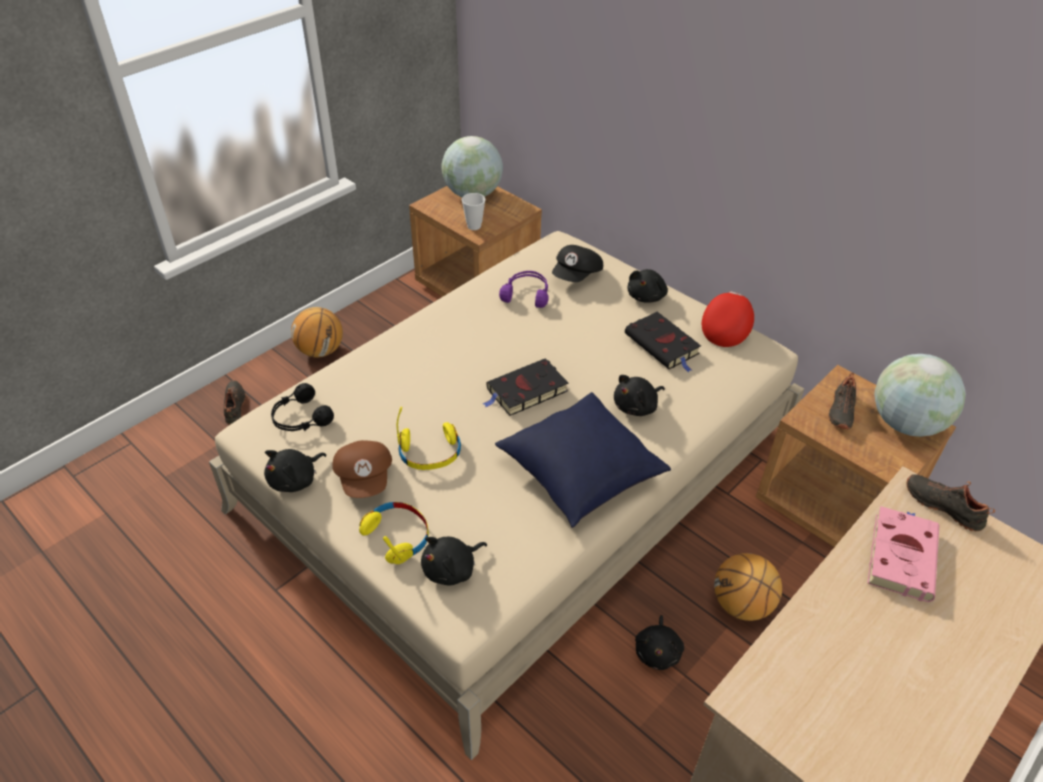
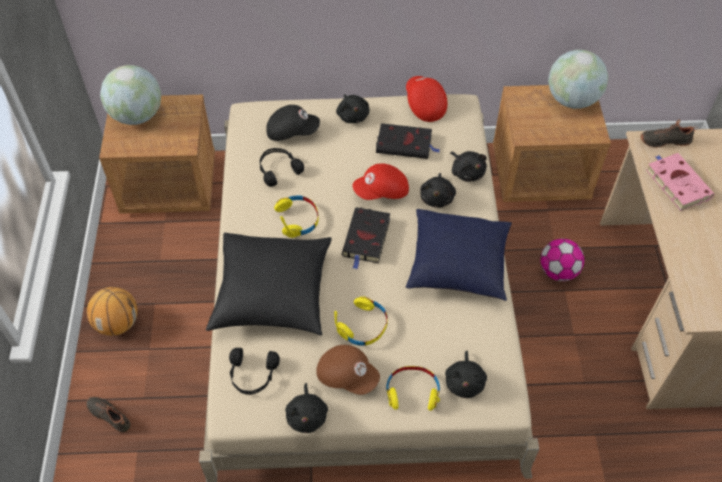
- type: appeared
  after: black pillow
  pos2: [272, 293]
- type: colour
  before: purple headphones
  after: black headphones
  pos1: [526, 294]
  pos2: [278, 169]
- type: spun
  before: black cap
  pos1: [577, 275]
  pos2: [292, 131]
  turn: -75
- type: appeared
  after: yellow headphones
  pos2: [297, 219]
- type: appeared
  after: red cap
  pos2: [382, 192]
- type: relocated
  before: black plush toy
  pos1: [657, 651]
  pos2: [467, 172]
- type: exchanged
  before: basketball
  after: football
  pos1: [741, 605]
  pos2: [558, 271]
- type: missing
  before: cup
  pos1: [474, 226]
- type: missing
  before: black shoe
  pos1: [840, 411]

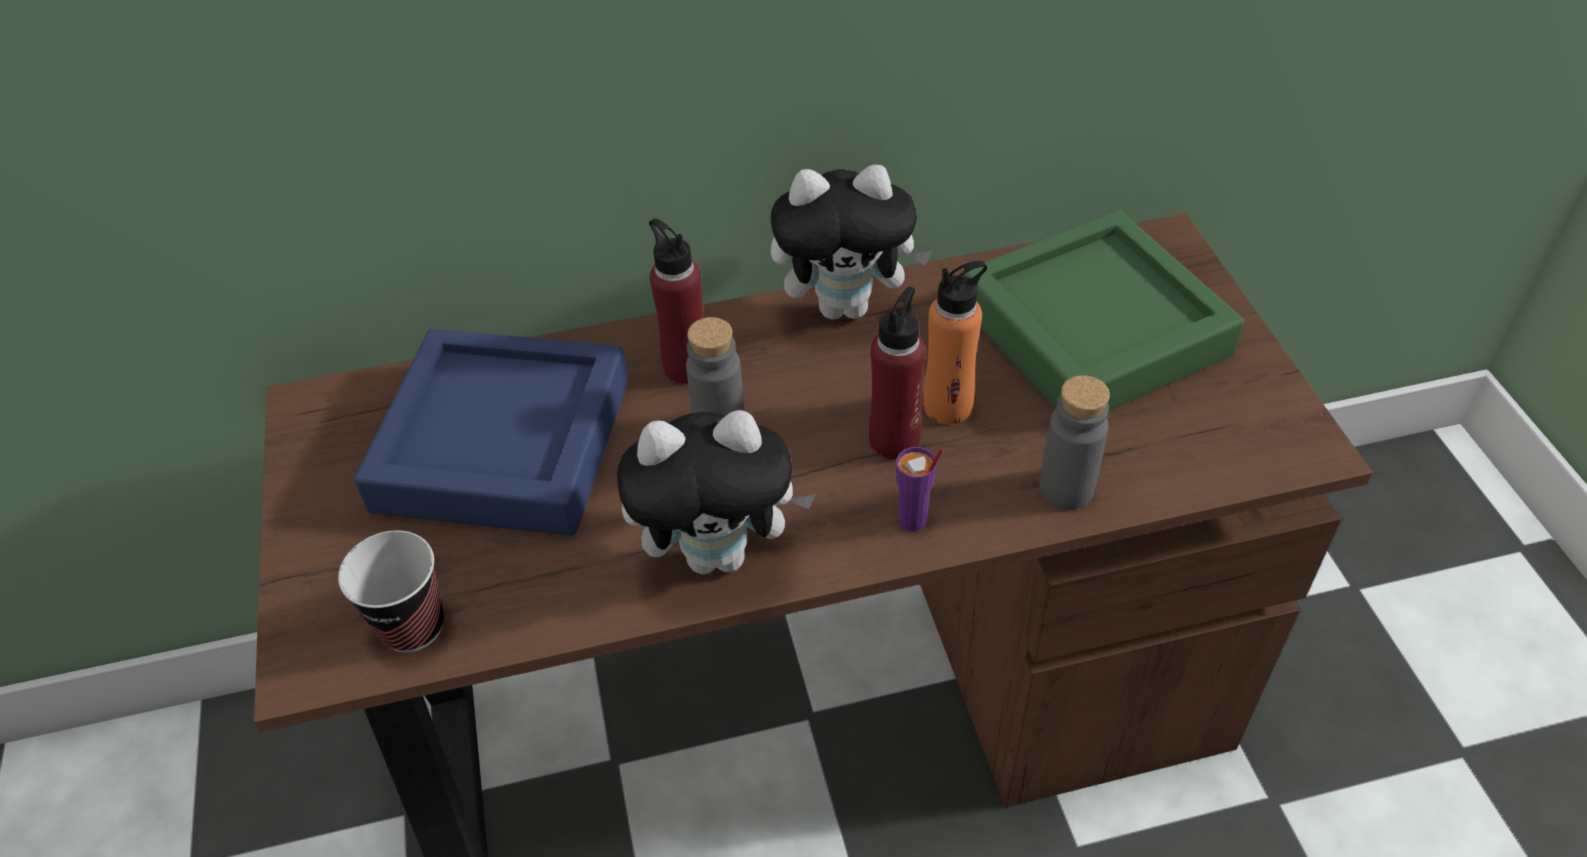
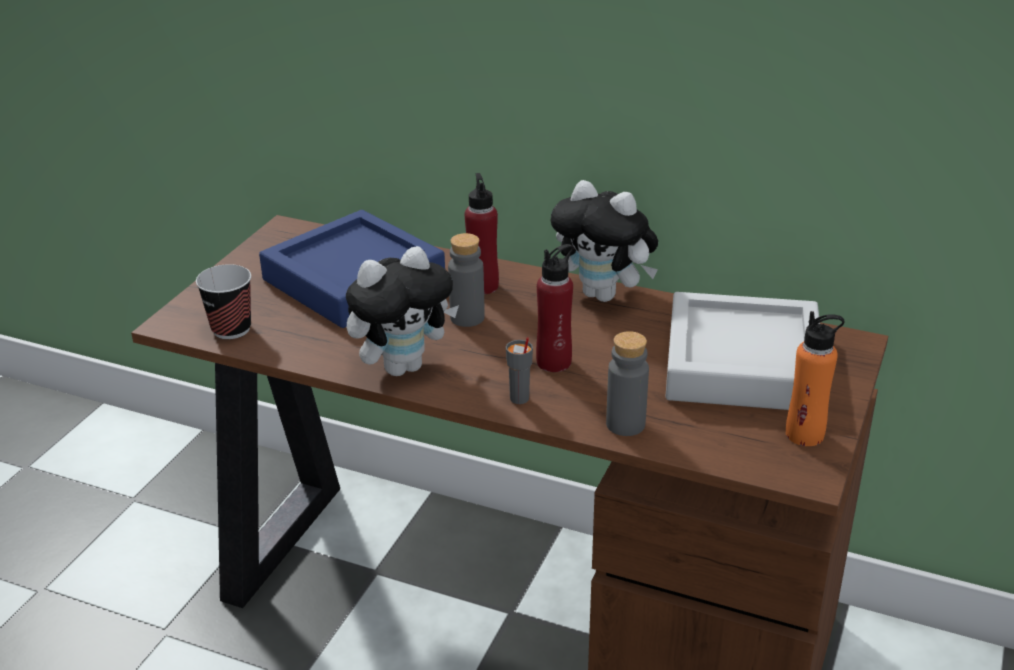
- type: spun
  before: plush toy
  pos1: [720, 553]
  pos2: [403, 366]
  turn: -60
- type: colour
  before: purple cup
  after: grey cup
  pos1: [913, 521]
  pos2: [519, 399]
- type: colour
  before: green tray
  after: grey tray
  pos1: [1093, 330]
  pos2: [742, 364]
- type: relocated
  before: orange bottle
  pos1: [948, 406]
  pos2: [805, 434]

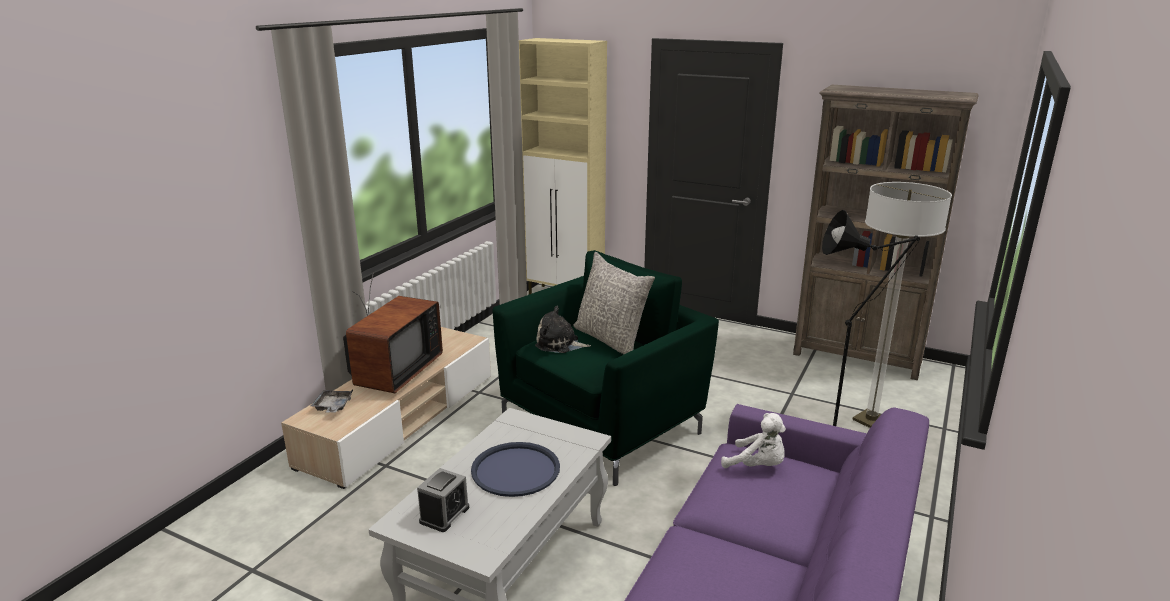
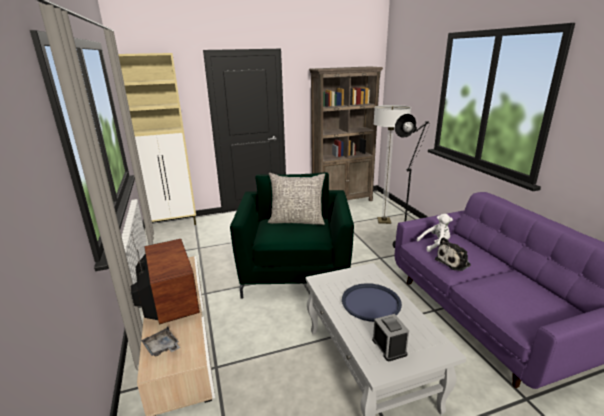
- type: relocated
  before: plush toy
  pos1: [559, 344]
  pos2: [454, 262]

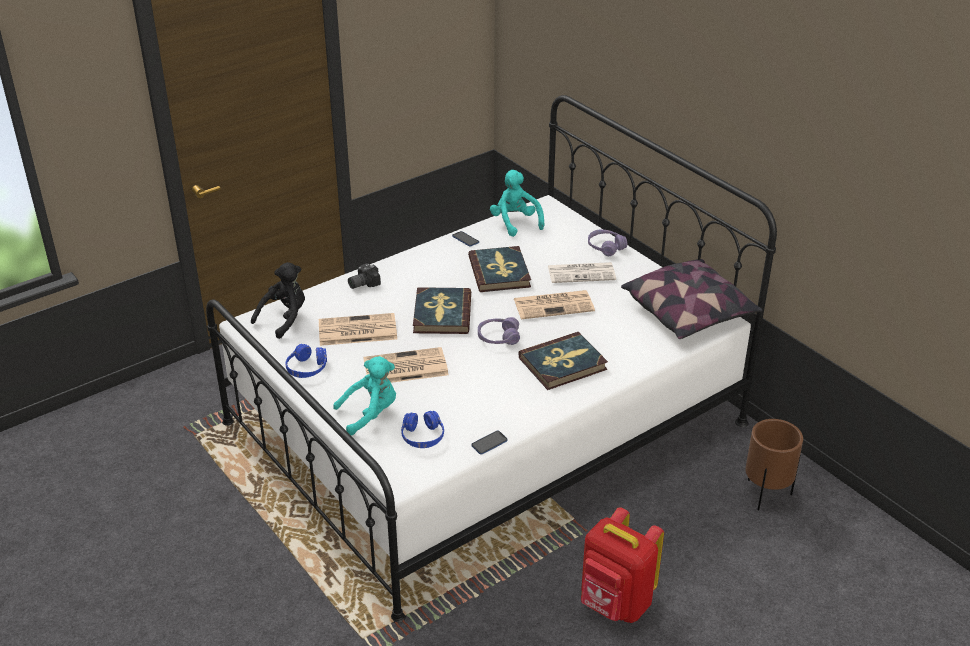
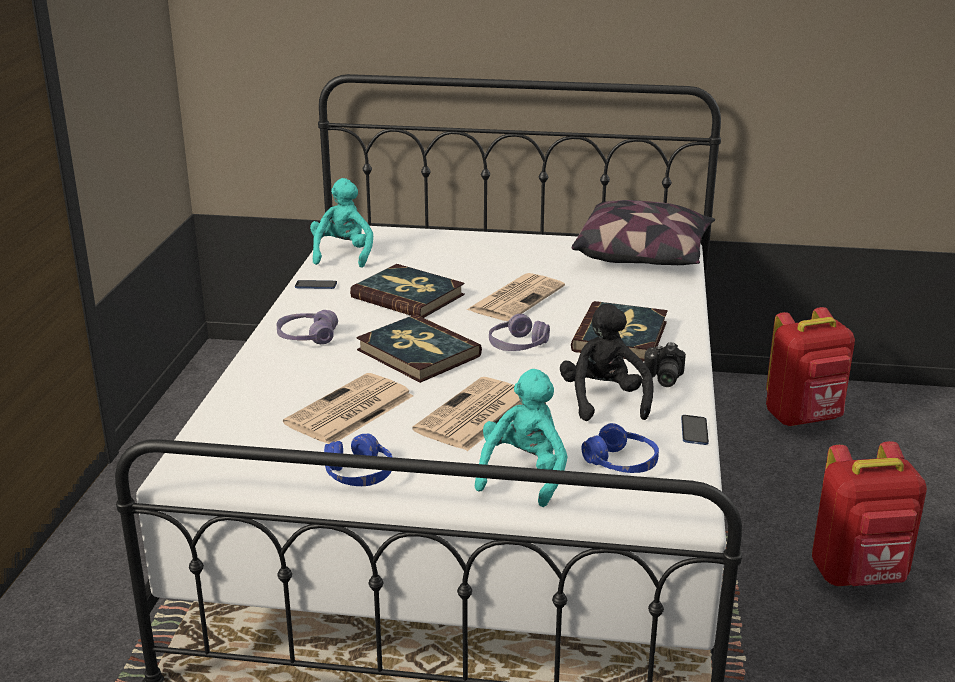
- type: relocated
  before: purple headphones
  pos1: [605, 247]
  pos2: [307, 337]
- type: spun
  before: turquoise plush toy
  pos1: [515, 222]
  pos2: [343, 254]
  turn: 75
- type: relocated
  before: black plush toy
  pos1: [284, 319]
  pos2: [604, 400]
- type: relocated
  before: photo camera
  pos1: [362, 283]
  pos2: [662, 378]
- type: exchanged
  before: brown planter
  after: red backpack
  pos1: [766, 495]
  pos2: [804, 418]
- type: missing
  before: newspaper
  pos1: [582, 273]

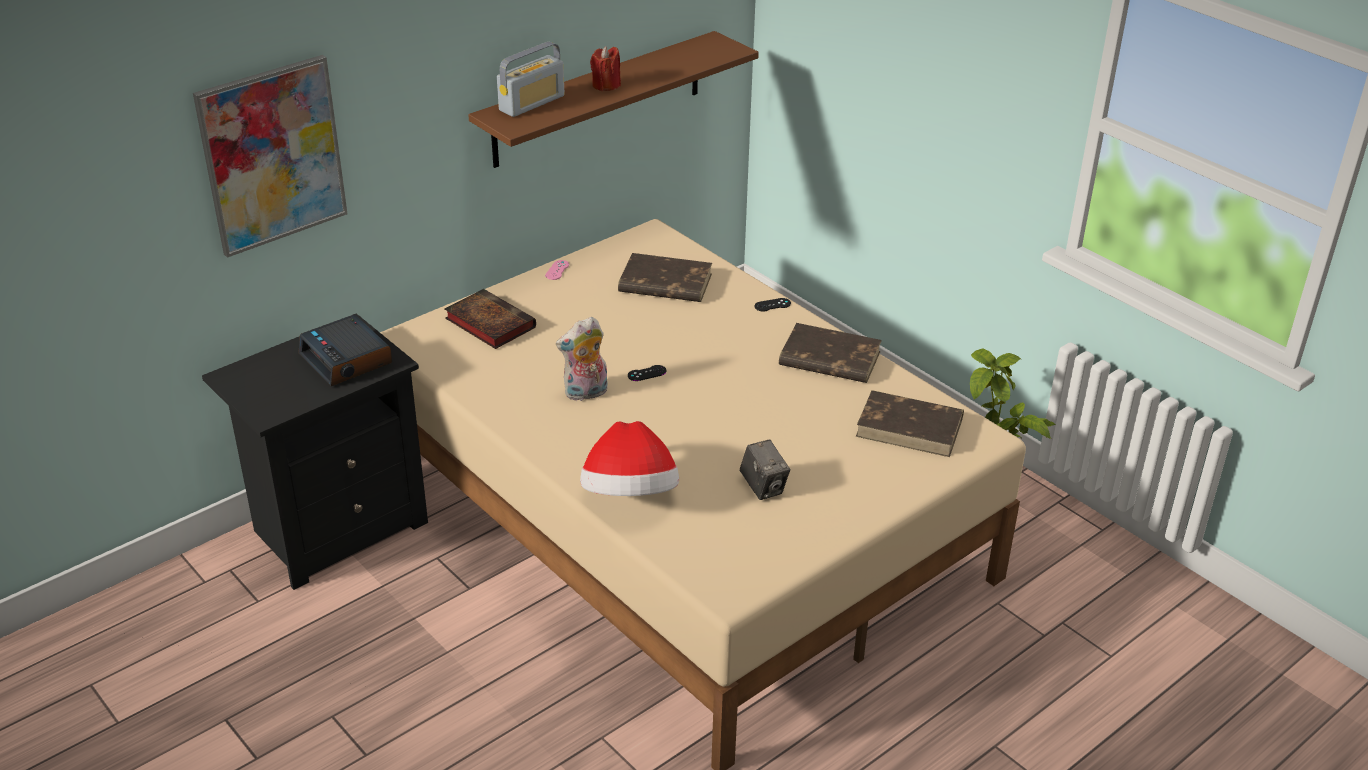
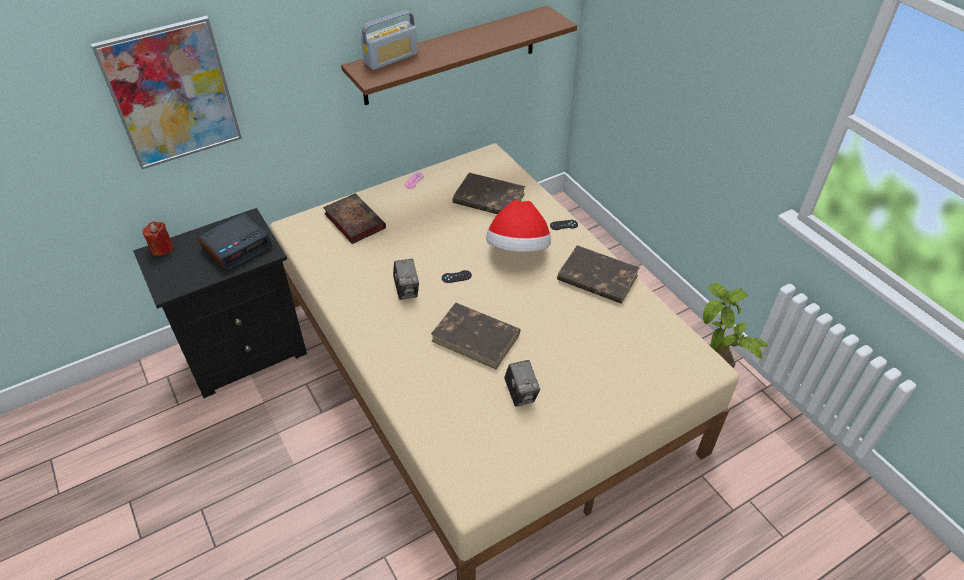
- type: relocated
  before: red candle
  pos1: [606, 85]
  pos2: [162, 248]
- type: spun
  before: alarm clock
  pos1: [347, 359]
  pos2: [237, 247]
  turn: -105
- type: exchanged
  before: plush toy
  after: photo camera
  pos1: [585, 393]
  pos2: [407, 290]
- type: relocated
  before: brown book
  pos1: [910, 427]
  pos2: [476, 338]
- type: relocated
  before: hat
  pos1: [630, 496]
  pos2: [518, 249]

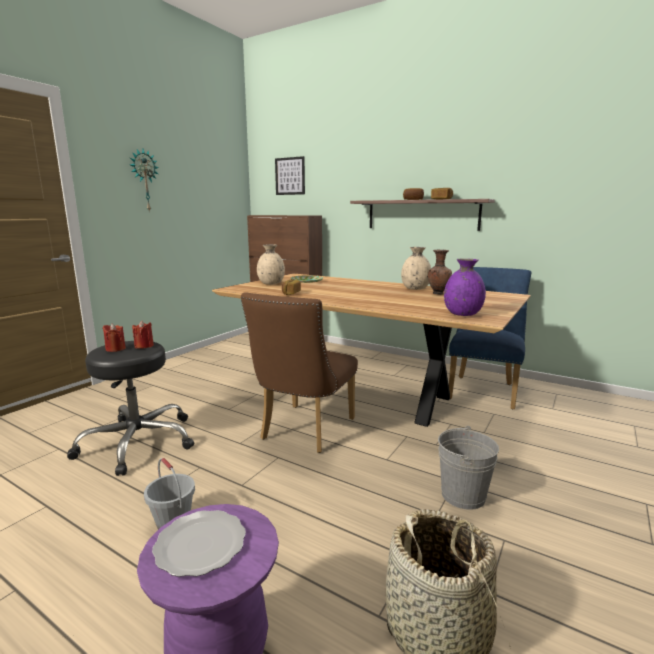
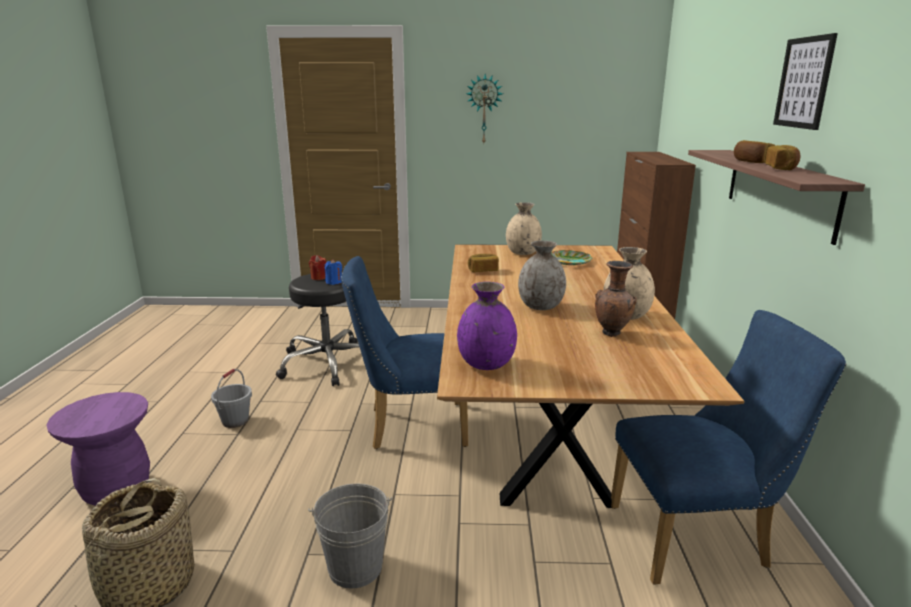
- type: colour
  before: red candle
  after: blue candle
  pos1: [144, 346]
  pos2: [334, 282]
- type: colour
  before: brown chair
  after: blue chair
  pos1: [303, 431]
  pos2: [409, 426]
- type: appeared
  after: grey vase
  pos2: [540, 307]
- type: relocated
  before: picture
  pos1: [290, 176]
  pos2: [804, 82]
- type: missing
  before: plate
  pos1: [200, 546]

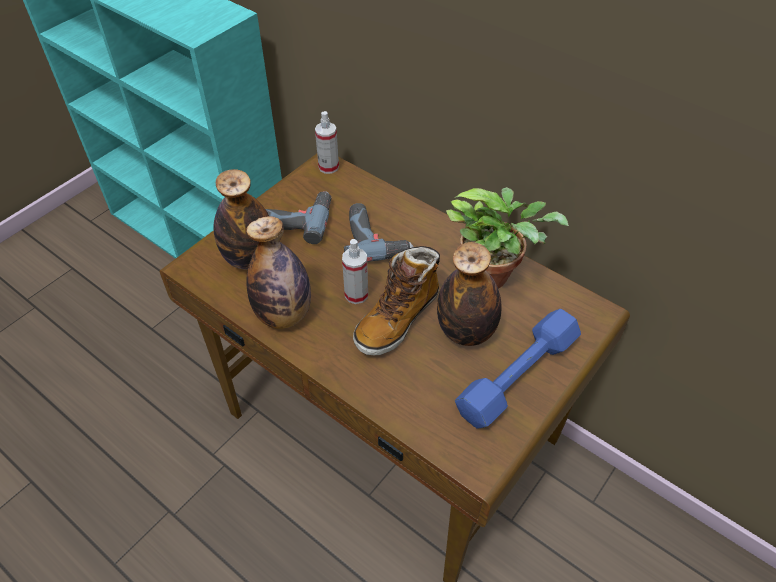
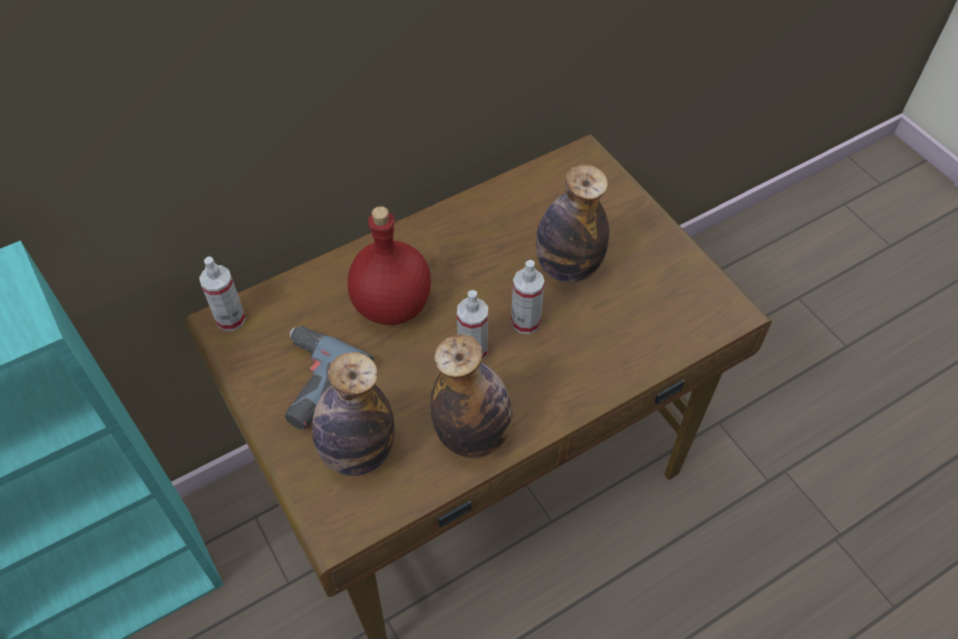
- type: exchanged
  before: power drill
  after: red bottle
  pos1: [375, 238]
  pos2: [391, 306]
- type: exchanged
  before: boot
  after: spray bottle
  pos1: [397, 319]
  pos2: [525, 322]
- type: missing
  before: potted plant
  pos1: [493, 275]
- type: missing
  before: blue dumbbell
  pos1: [517, 375]

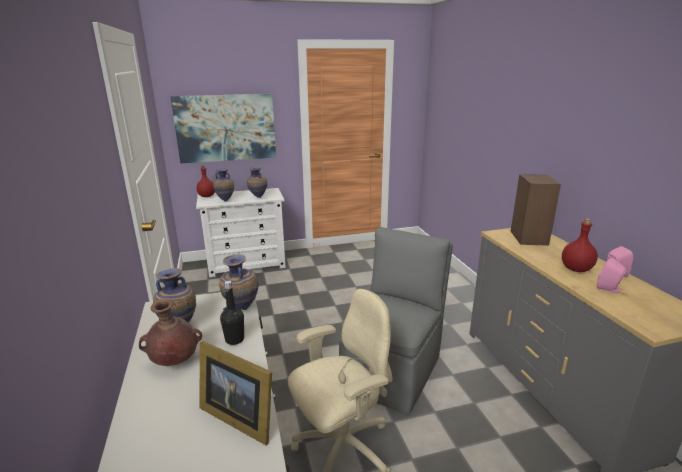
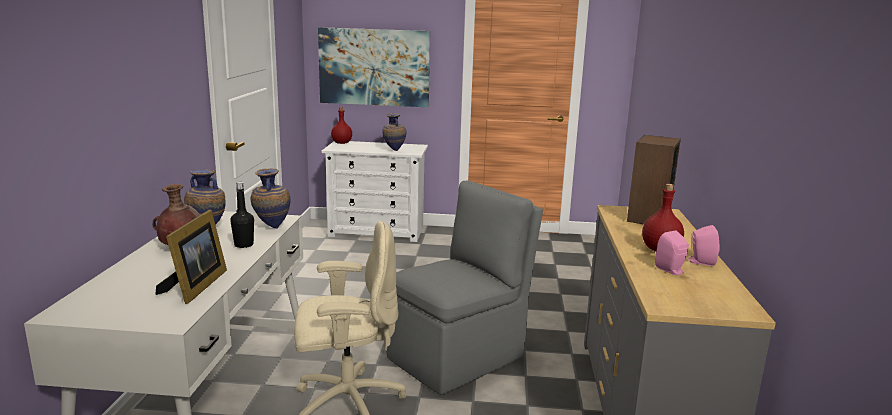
- type: spun
  before: picture frame
  pos1: [238, 416]
  pos2: [195, 286]
  turn: -135
- type: missing
  before: vase
  pos1: [225, 200]

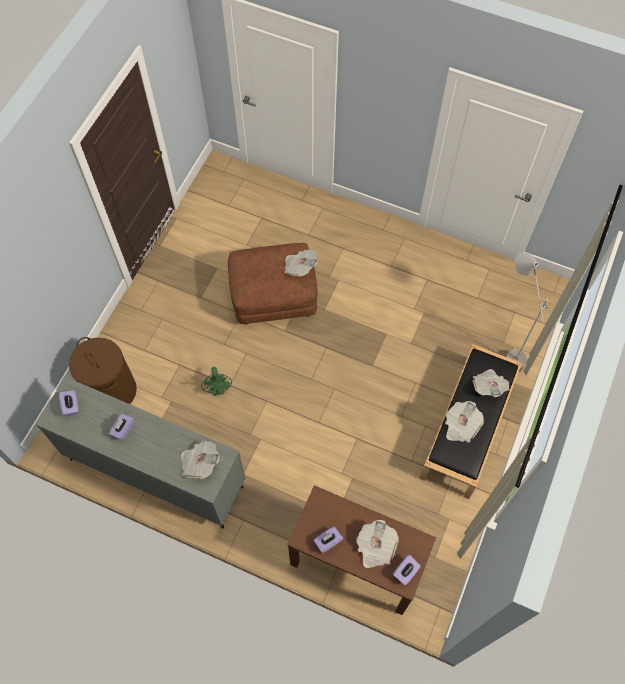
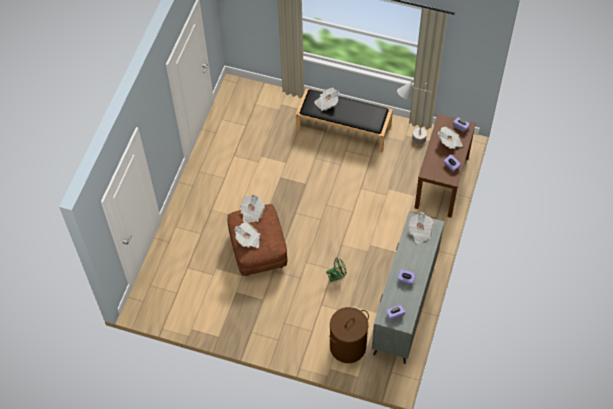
- type: relocated
  before: newspaper
  pos1: [460, 426]
  pos2: [248, 239]
- type: relocated
  before: grey floor lamp
  pos1: [504, 350]
  pos2: [409, 144]

